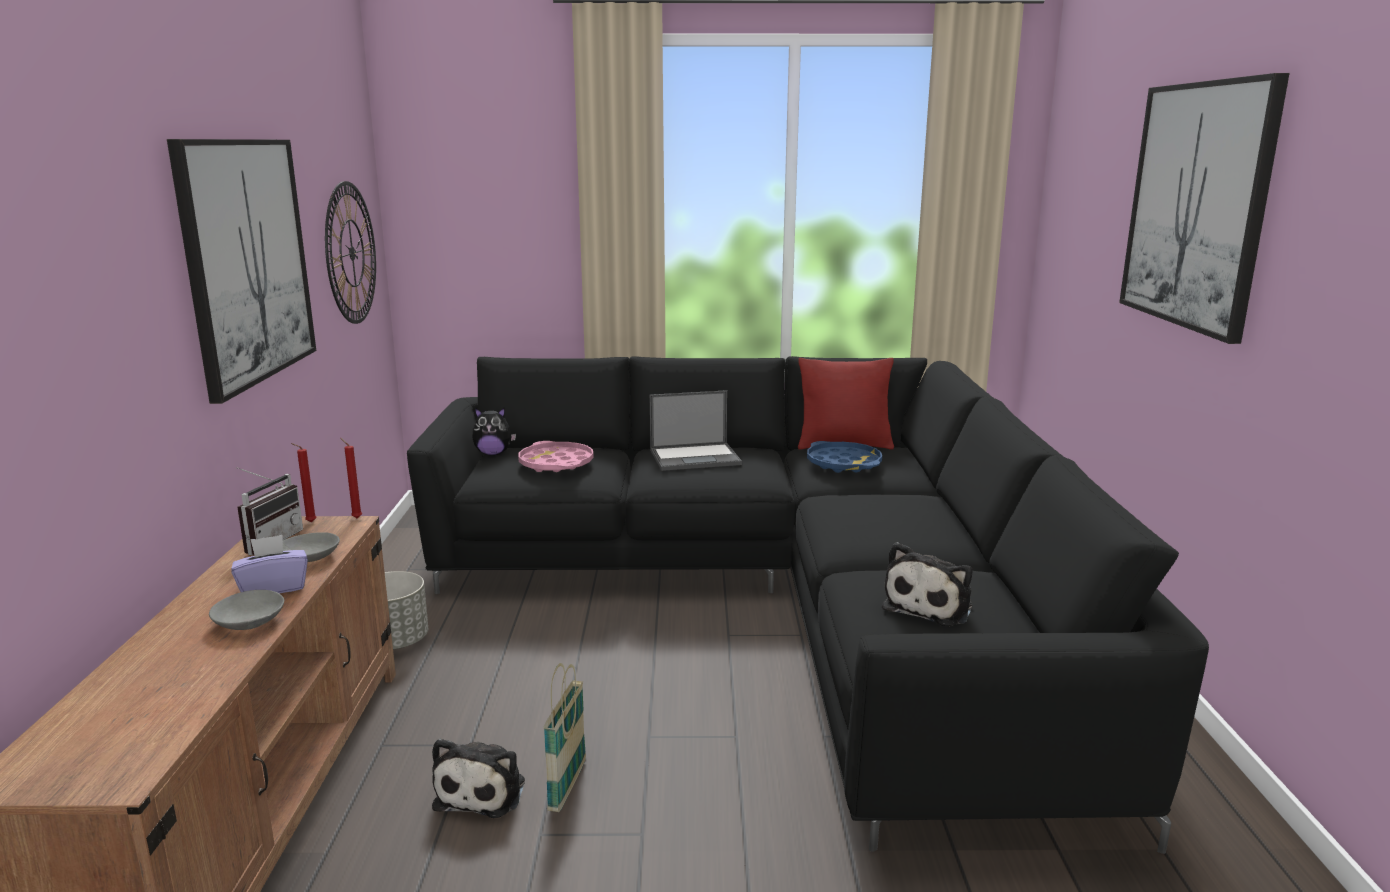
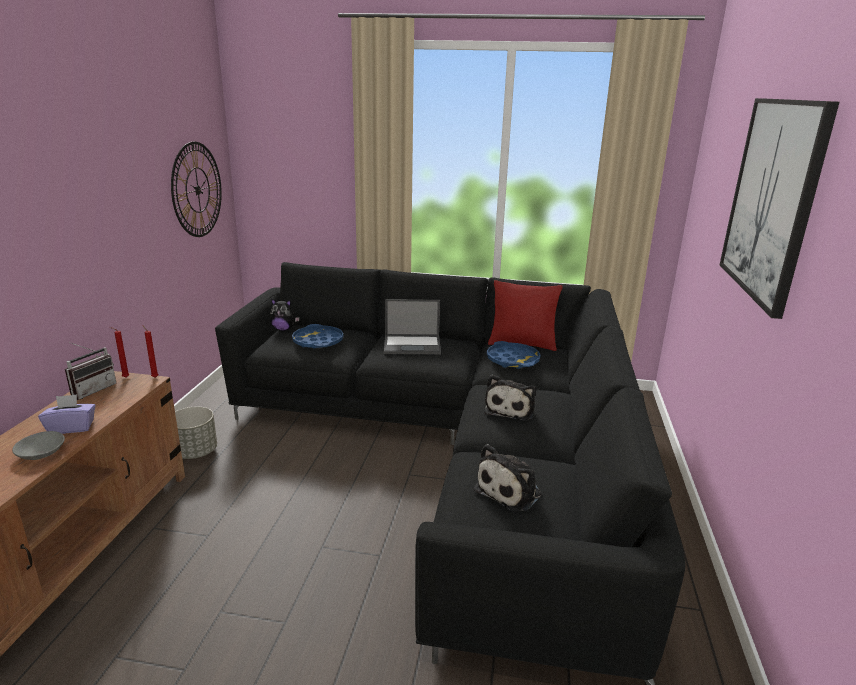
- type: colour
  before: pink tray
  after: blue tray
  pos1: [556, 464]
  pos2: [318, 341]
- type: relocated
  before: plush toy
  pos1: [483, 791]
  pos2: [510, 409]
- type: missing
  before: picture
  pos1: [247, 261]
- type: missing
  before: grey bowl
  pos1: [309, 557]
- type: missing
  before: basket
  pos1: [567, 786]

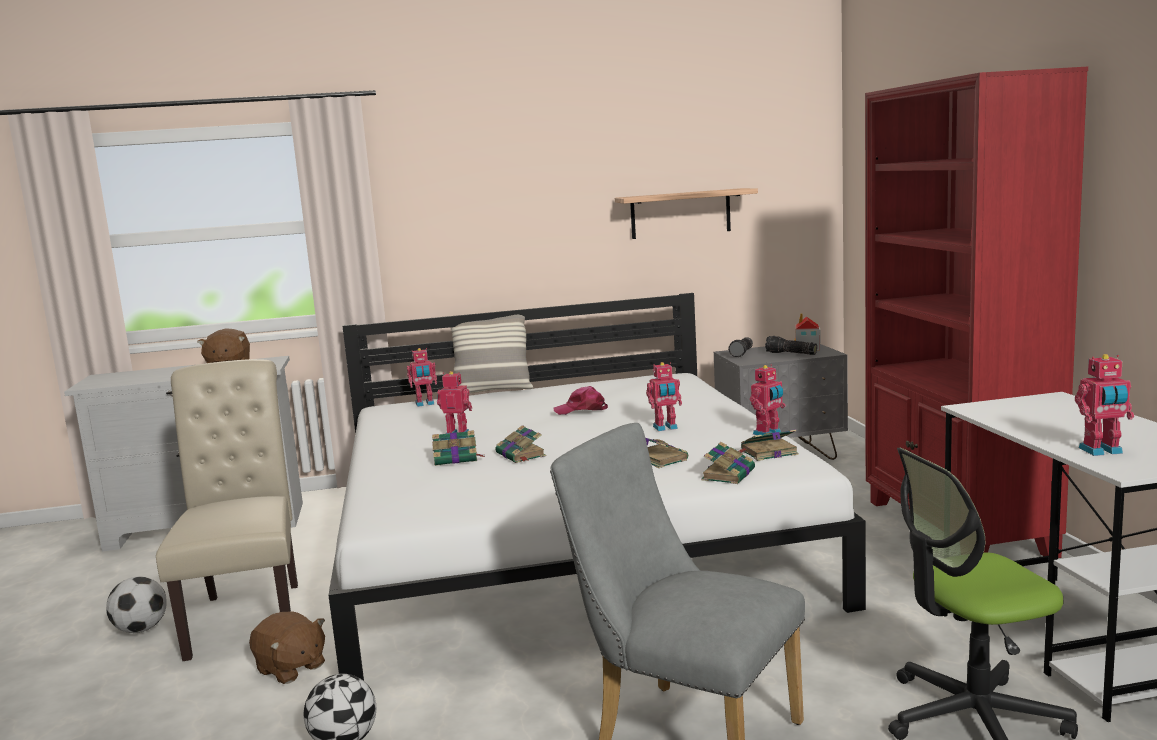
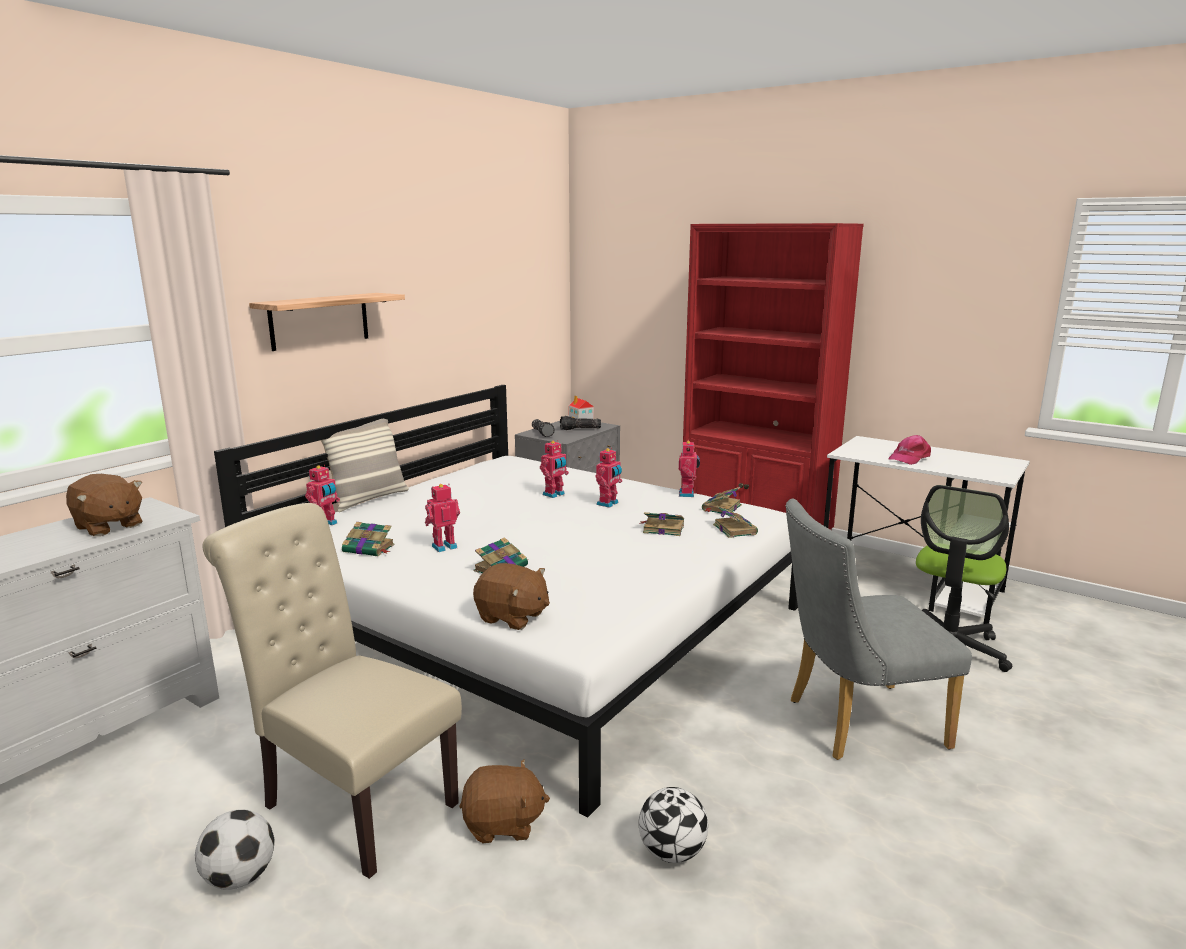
- type: relocated
  before: shelf
  pos1: [680, 214]
  pos2: [319, 321]
- type: relocated
  before: book
  pos1: [521, 455]
  pos2: [369, 549]
- type: appeared
  after: brown plush toy
  pos2: [512, 617]
- type: relocated
  before: toy robot
  pos1: [1102, 451]
  pos2: [554, 494]
- type: relocated
  before: pink cap
  pos1: [581, 410]
  pos2: [909, 458]

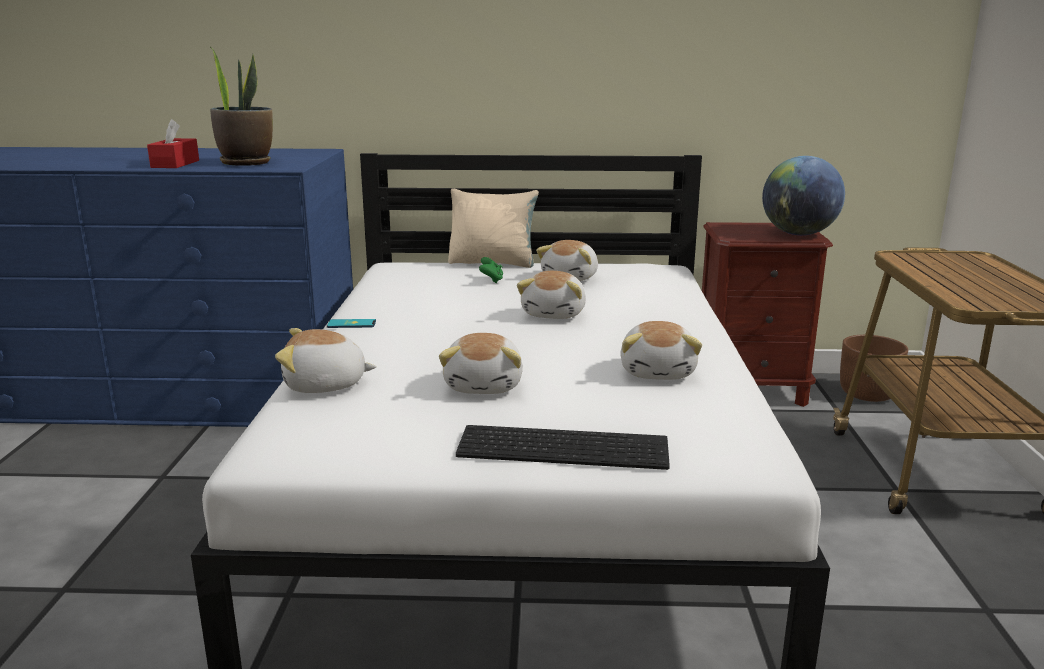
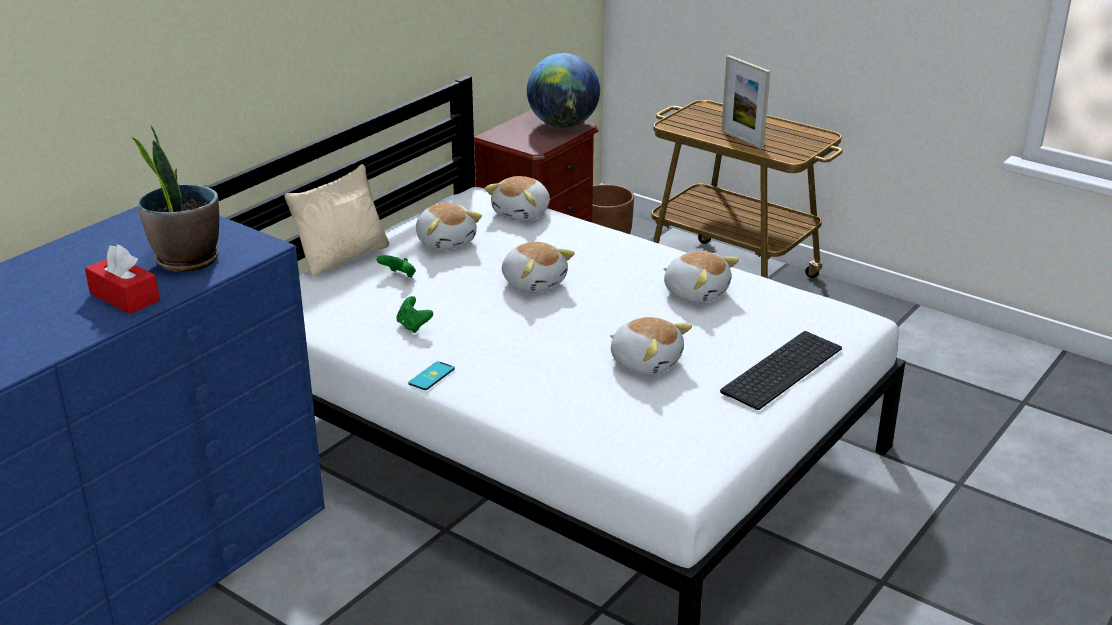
- type: appeared
  after: green game controller
  pos2: [413, 326]
- type: relocated
  before: plush toy
  pos1: [325, 385]
  pos2: [522, 213]
- type: appeared
  after: picture frame
  pos2: [742, 140]

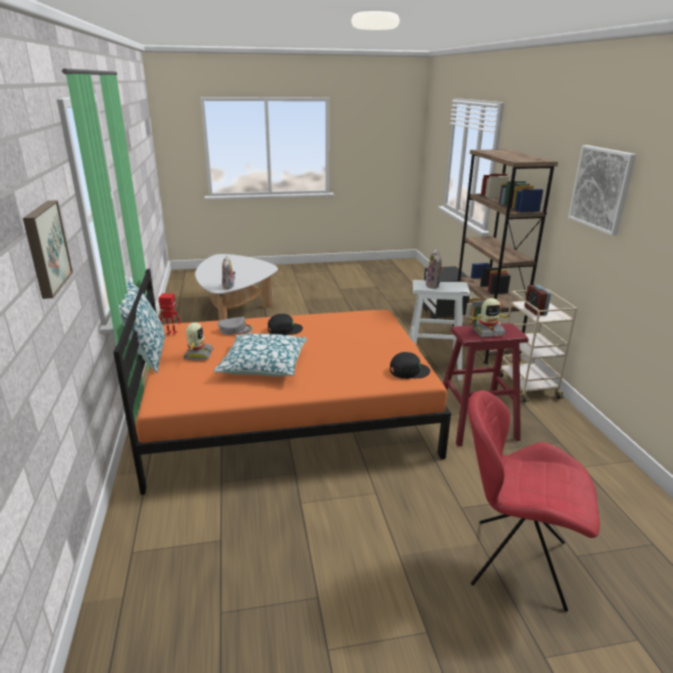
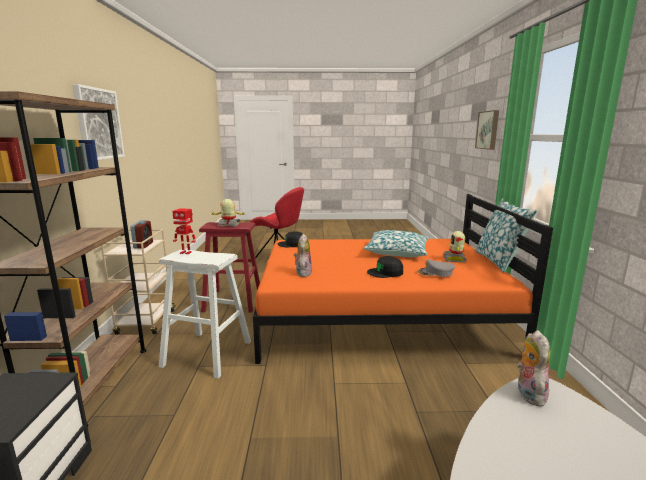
- type: relocated
  before: toy robot
  pos1: [171, 333]
  pos2: [186, 252]
- type: relocated
  before: plush toy
  pos1: [434, 285]
  pos2: [303, 273]

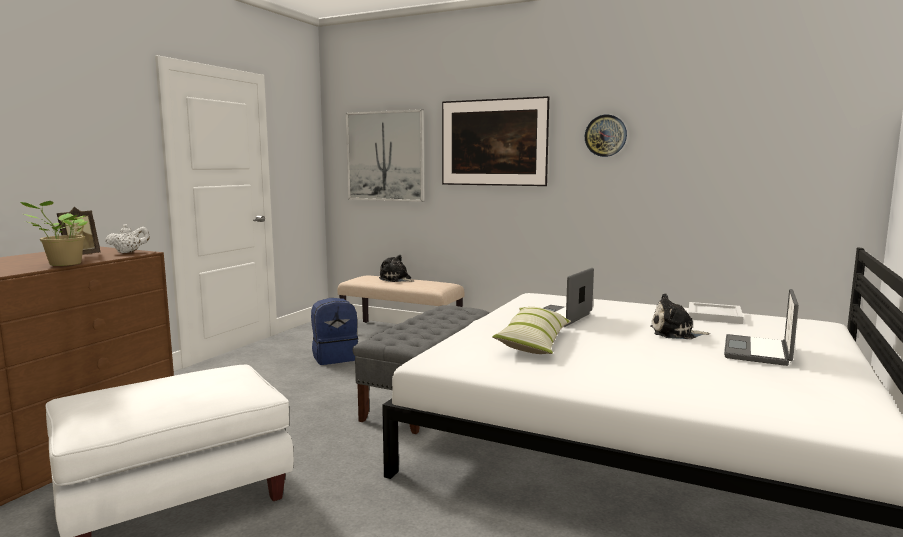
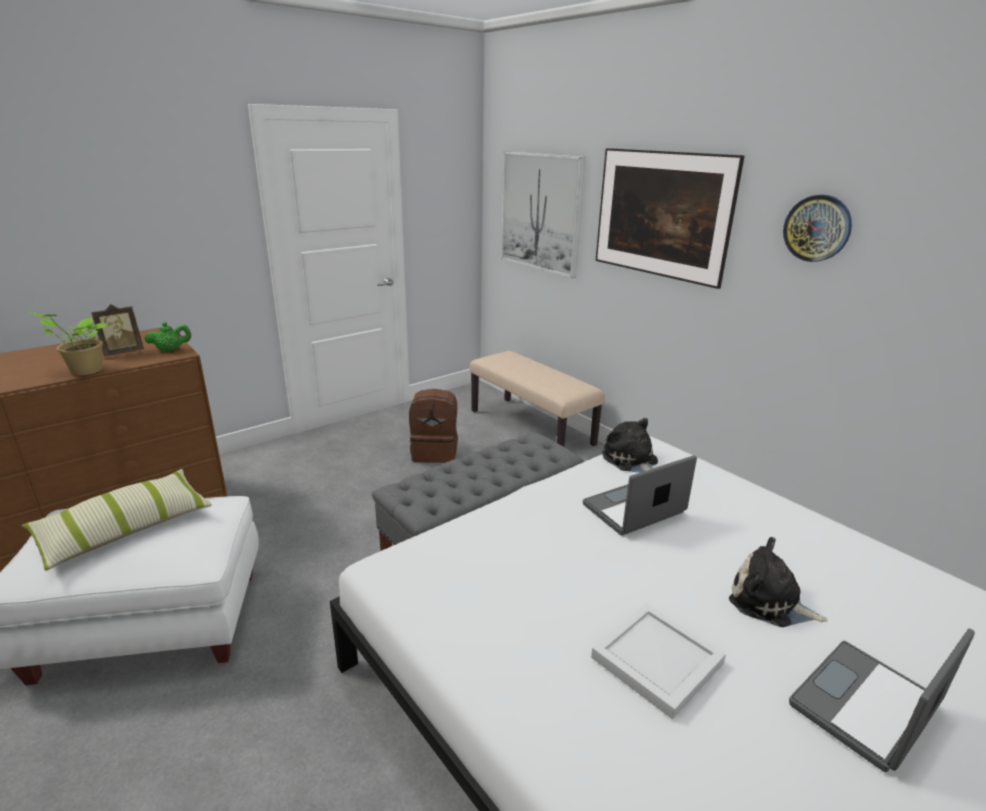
- type: relocated
  before: pillow
  pos1: [534, 342]
  pos2: [125, 529]
- type: colour
  before: white teapot
  after: green teapot
  pos1: [128, 252]
  pos2: [171, 350]
- type: colour
  before: blue backpack
  after: brown backpack
  pos1: [335, 357]
  pos2: [435, 452]
- type: relocated
  before: white tray
  pos1: [713, 315]
  pos2: [656, 658]
- type: relocated
  before: plush toy
  pos1: [396, 279]
  pos2: [631, 461]

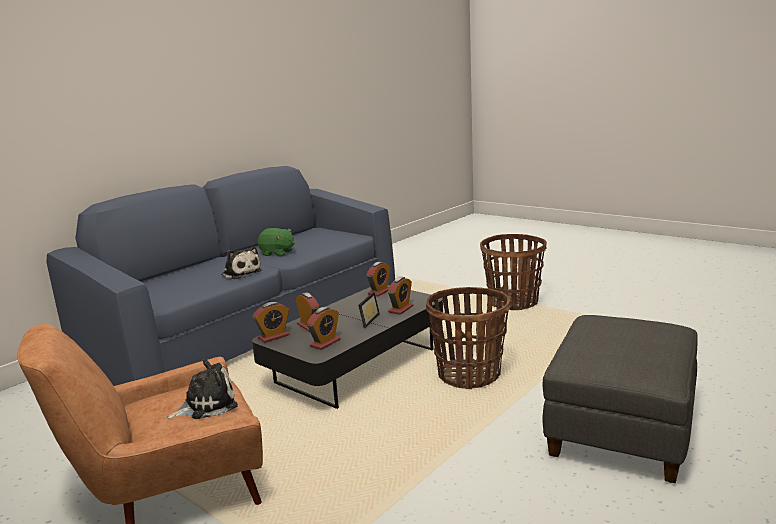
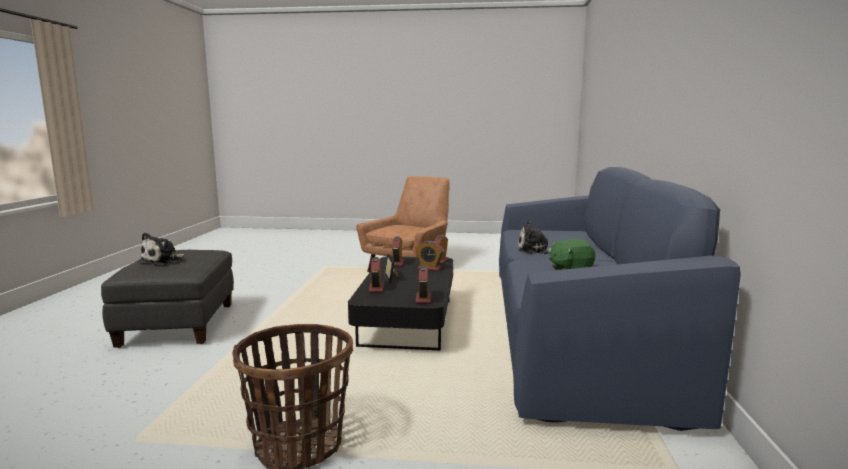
- type: relocated
  before: plush toy
  pos1: [207, 405]
  pos2: [163, 260]
- type: missing
  before: basket
  pos1: [469, 375]

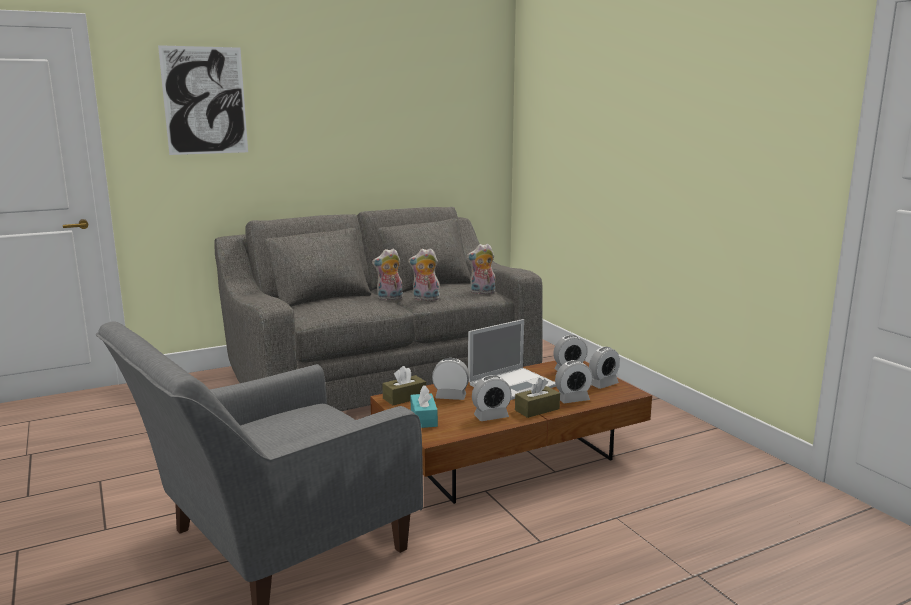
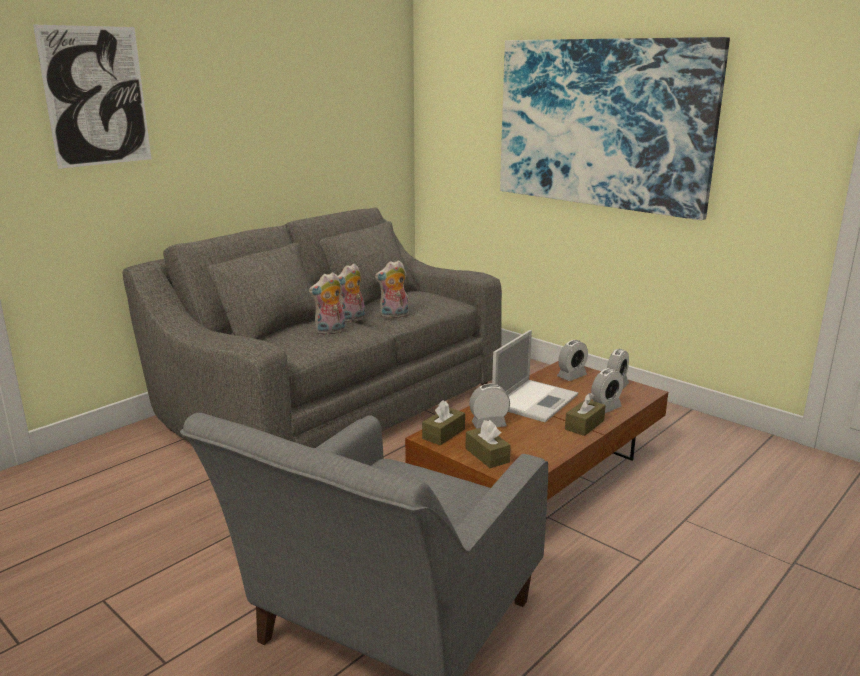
- type: relocated
  before: plush toy
  pos1: [482, 292]
  pos2: [330, 332]
- type: colour
  before: turquoise tissue box
  after: brown tissue box
  pos1: [423, 418]
  pos2: [487, 455]
- type: appeared
  after: picture
  pos2: [602, 124]
- type: missing
  before: alarm clock
  pos1: [491, 416]

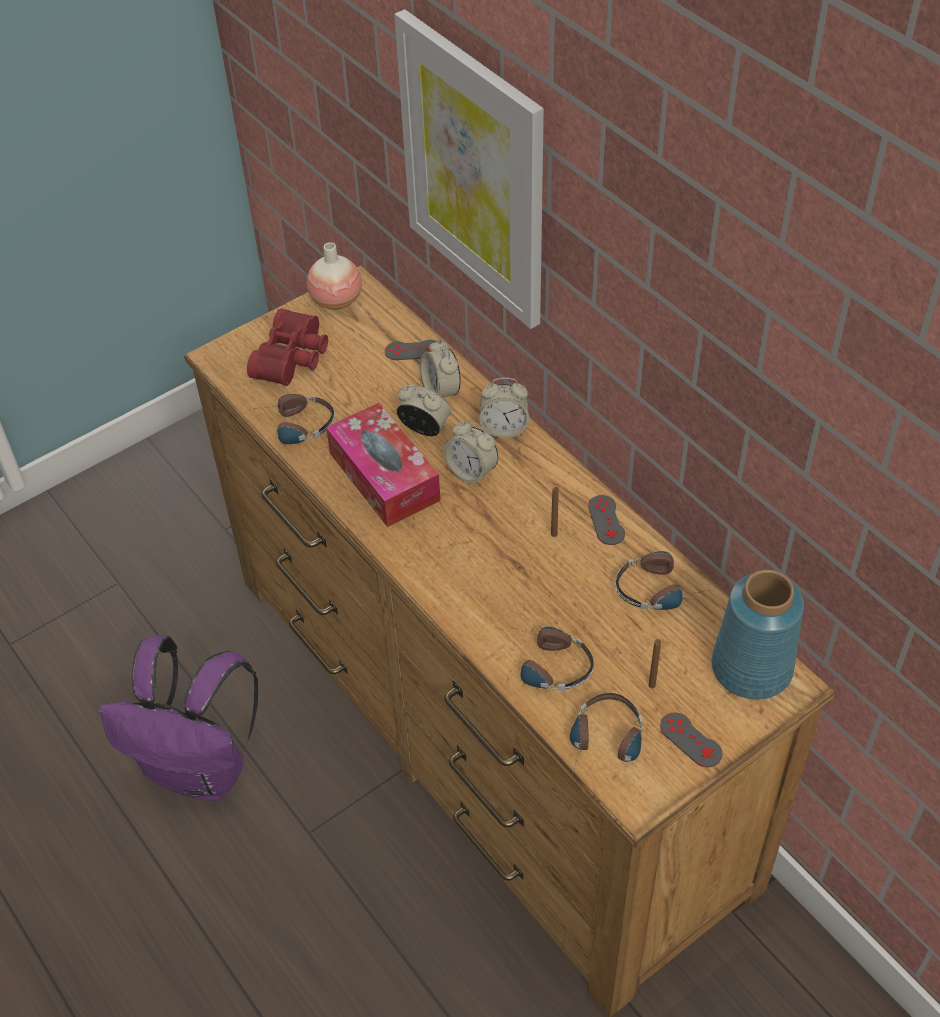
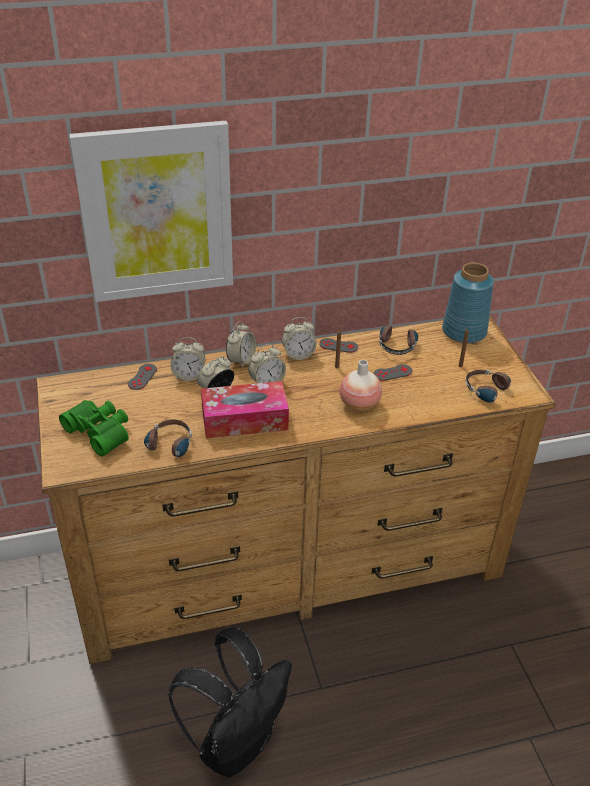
- type: colour
  before: red binoculars
  after: green binoculars
  pos1: [294, 358]
  pos2: [100, 431]
- type: colour
  before: purple backpack
  after: black backpack
  pos1: [201, 769]
  pos2: [236, 742]
- type: appeared
  after: alarm clock
  pos2: [298, 355]
- type: relocated
  before: vase
  pos1: [336, 300]
  pos2: [359, 404]
- type: relocated
  before: grey game controller
  pos1: [691, 740]
  pos2: [392, 373]
- type: missing
  before: headphones
  pos1: [544, 665]

